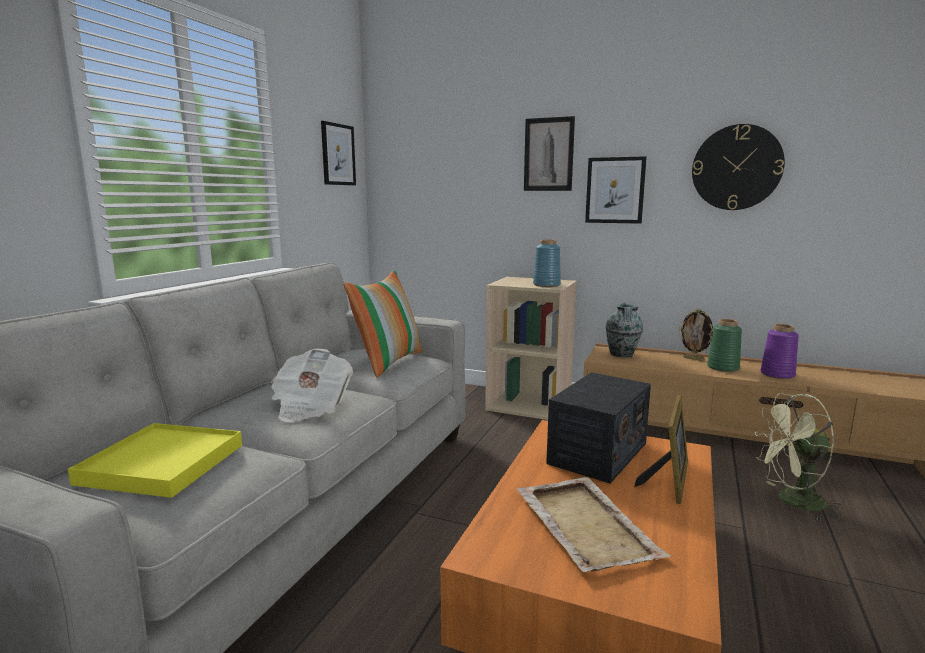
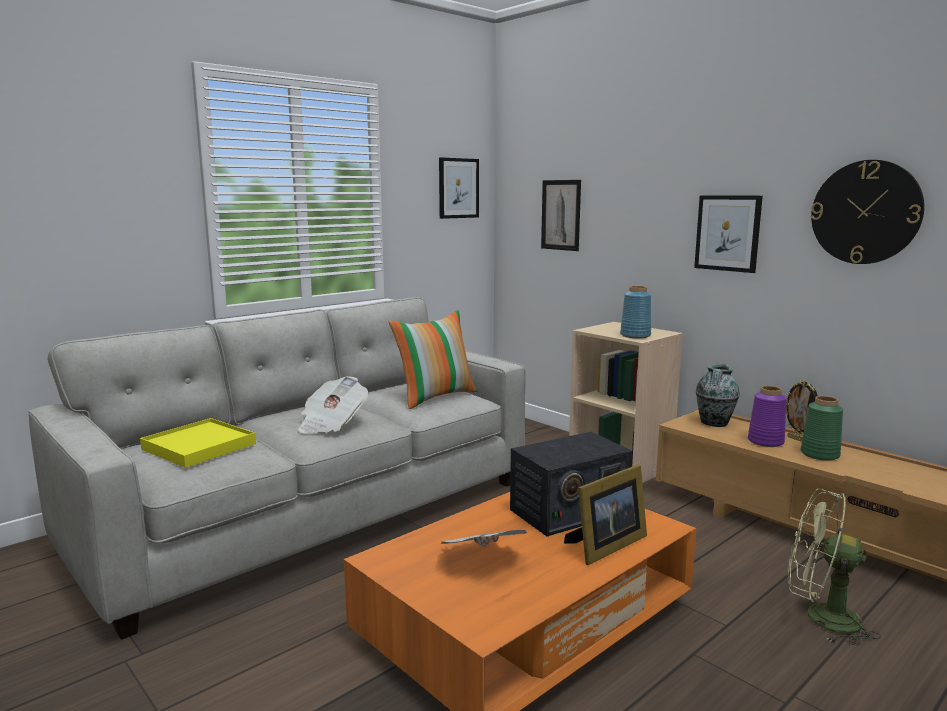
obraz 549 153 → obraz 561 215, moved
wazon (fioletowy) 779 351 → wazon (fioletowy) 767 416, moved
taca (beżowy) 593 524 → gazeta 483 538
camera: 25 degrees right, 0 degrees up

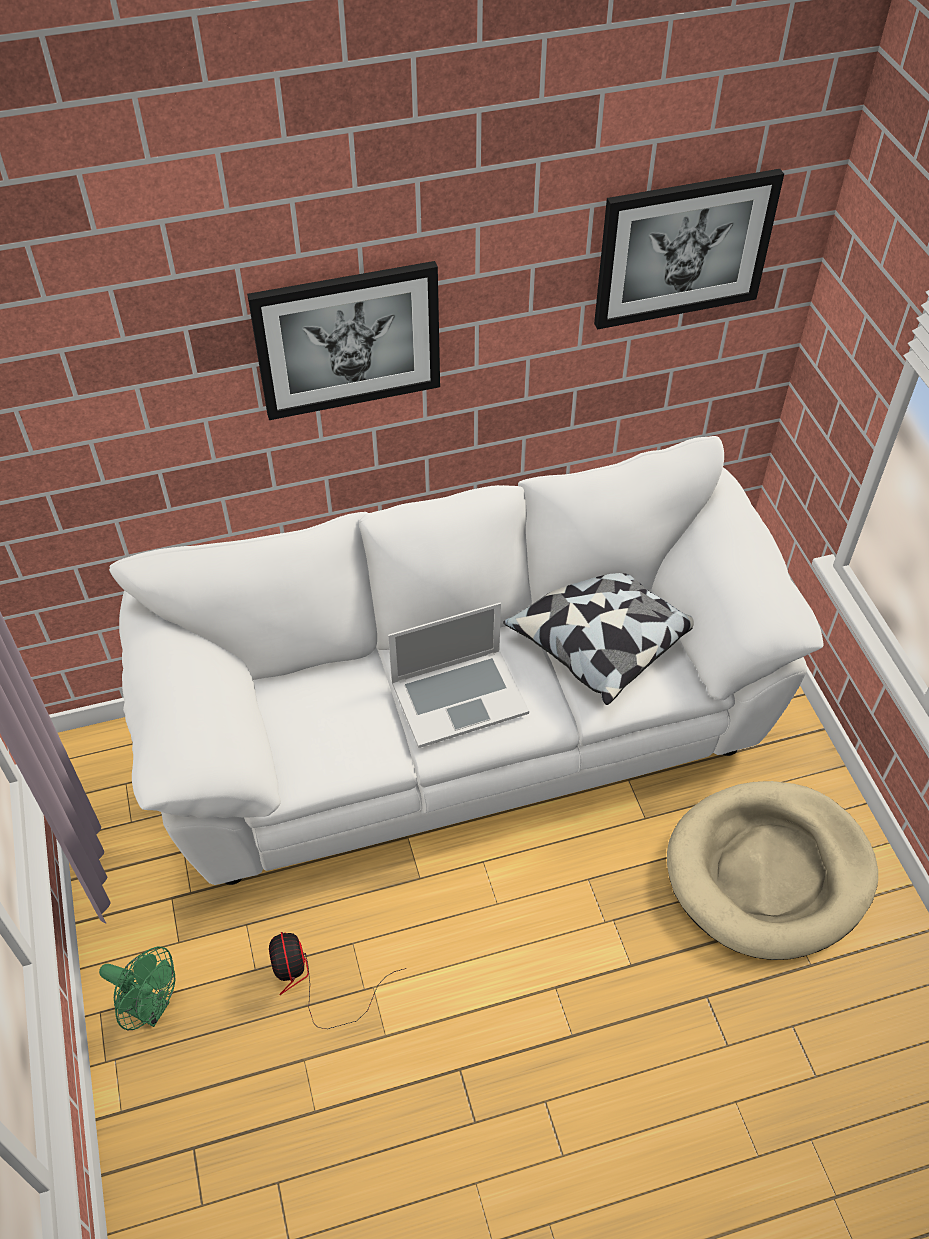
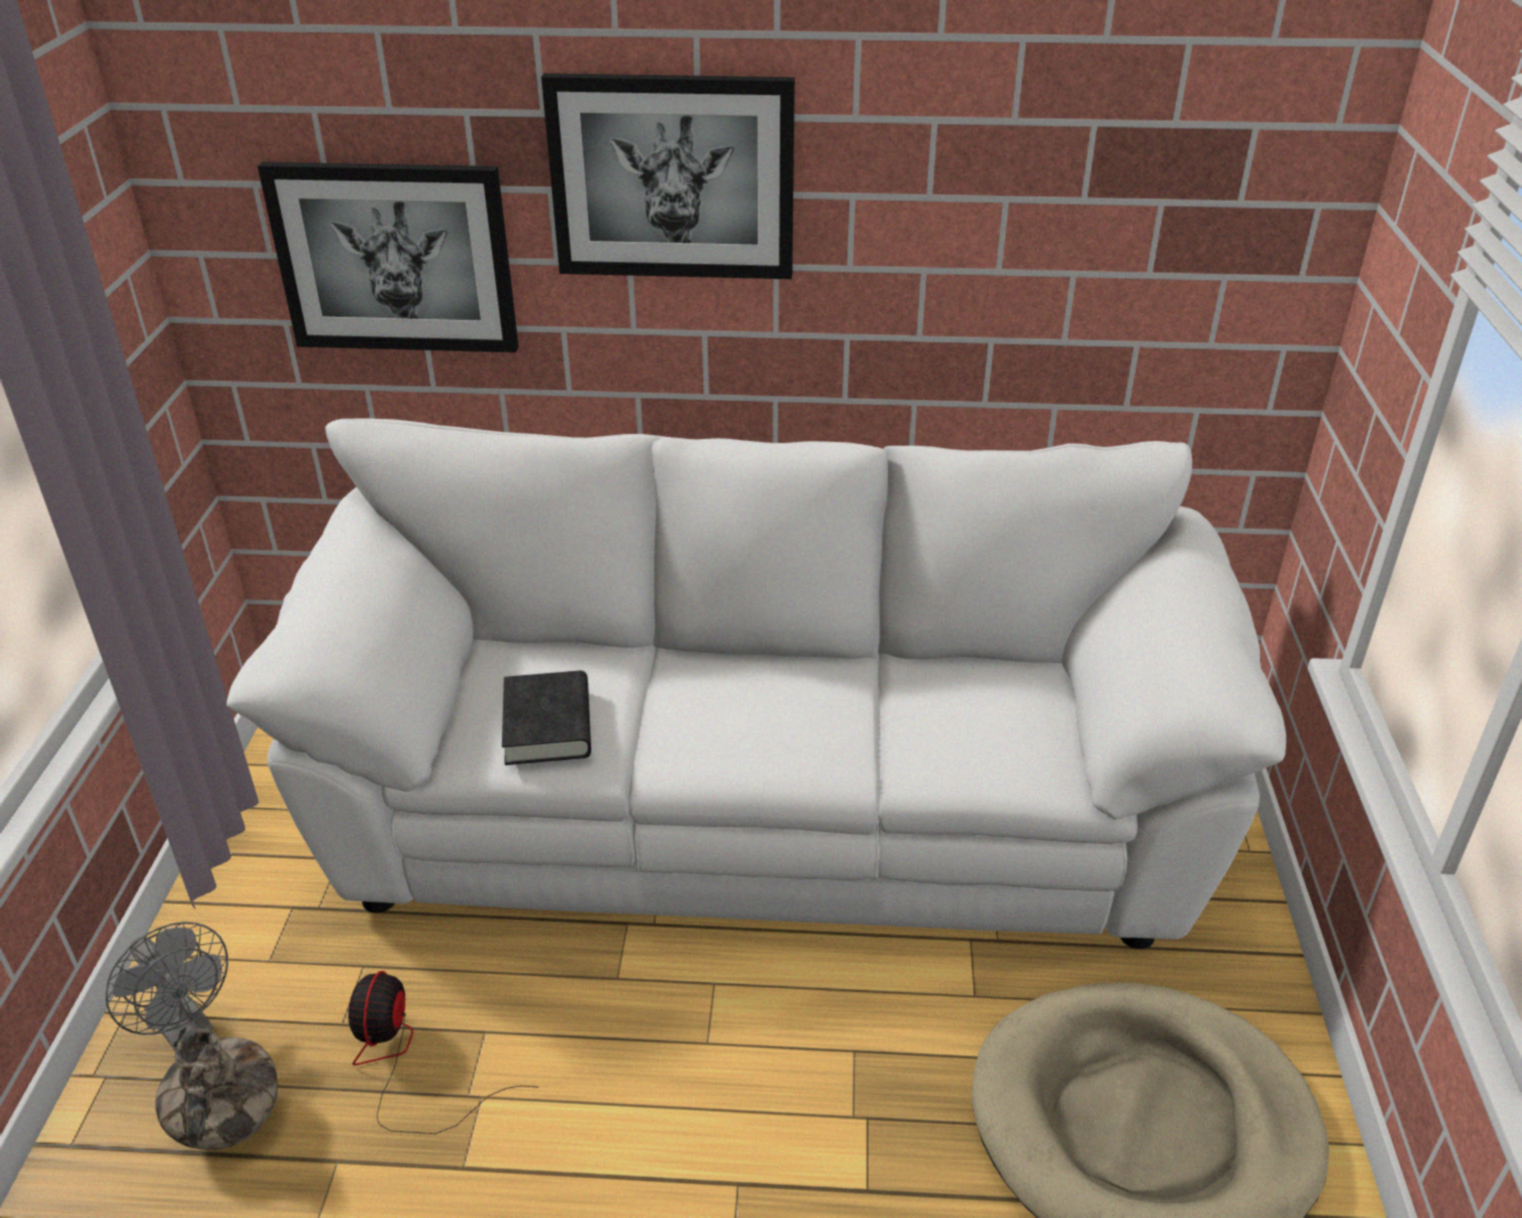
laptop 458 675 → -
poduszka 598 639 → -
- → wazon 216 1089
- → książka (czarny) 546 718
obraz 689 249 → obraz 388 257, moved
wentylator (zielony) 137 988 → wentylator (szary) 167 986
camera: 20 degrees right, 15 degrees down

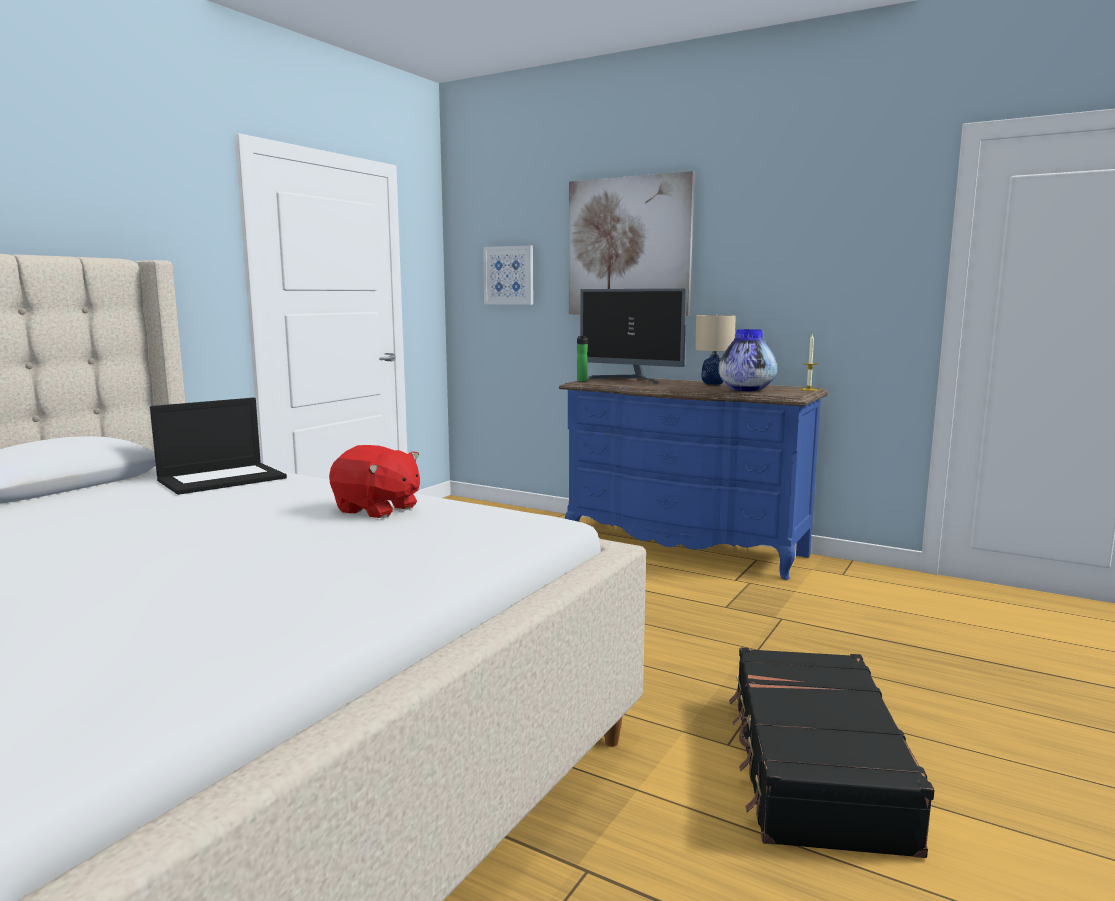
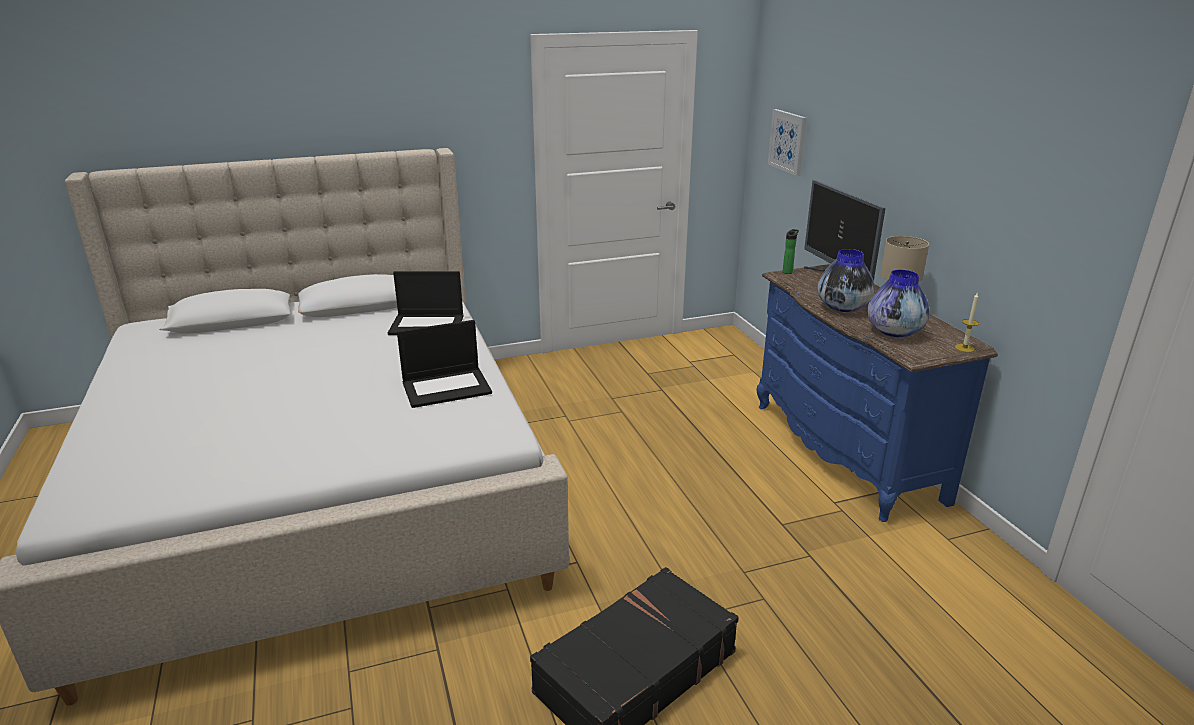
obraz 632 243 → -
- → wazon 846 280
pluszak (czerwony) 374 481 → laptop 444 364
camera: 40 degrees right, 15 degrees up

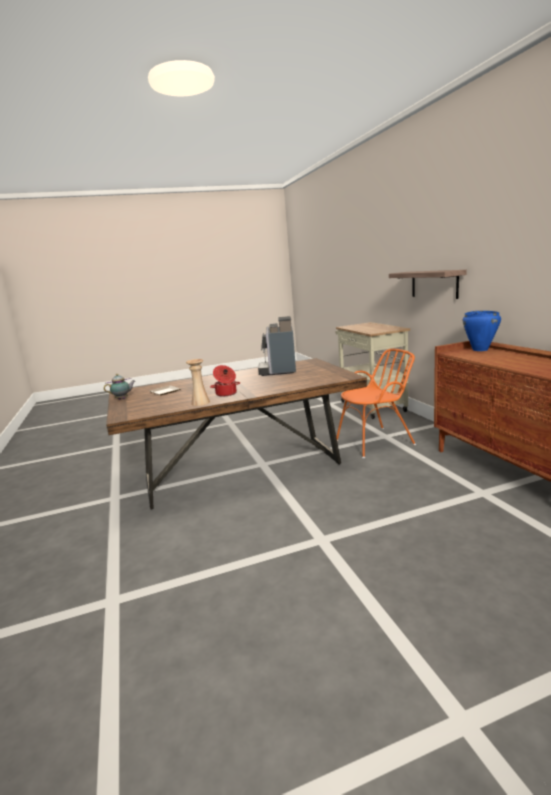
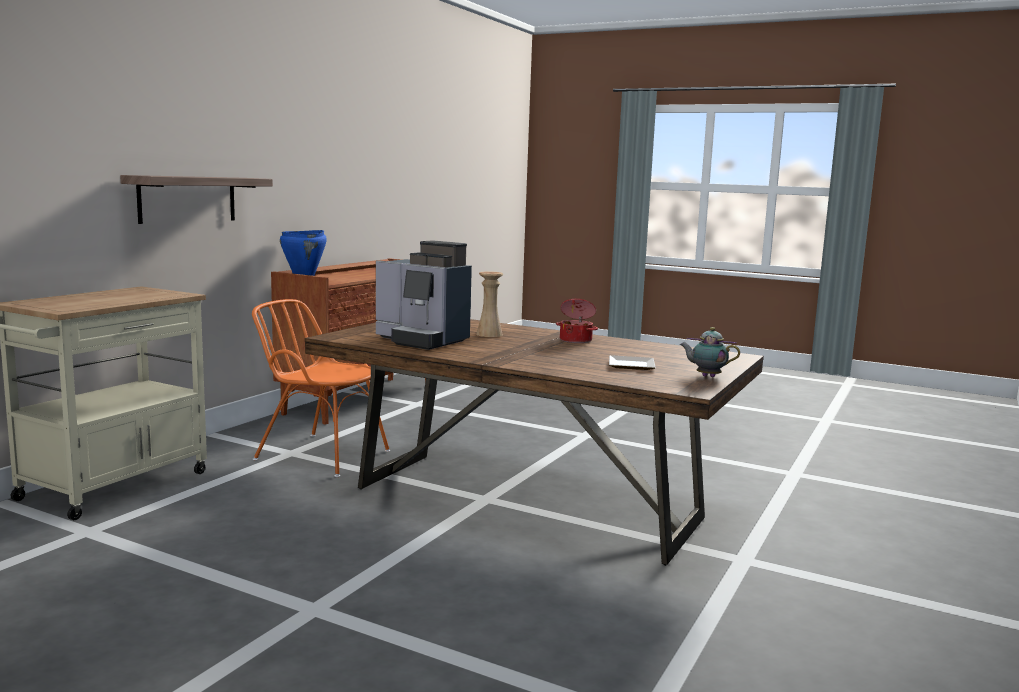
wazon (beżowy) 198 382 → wazon (beżowy) 489 304, moved
ekspres do kawy 277 346 → ekspres do kawy 424 295, 75 degrees clockwise
camera: 135 degrees left, 5 degrees down

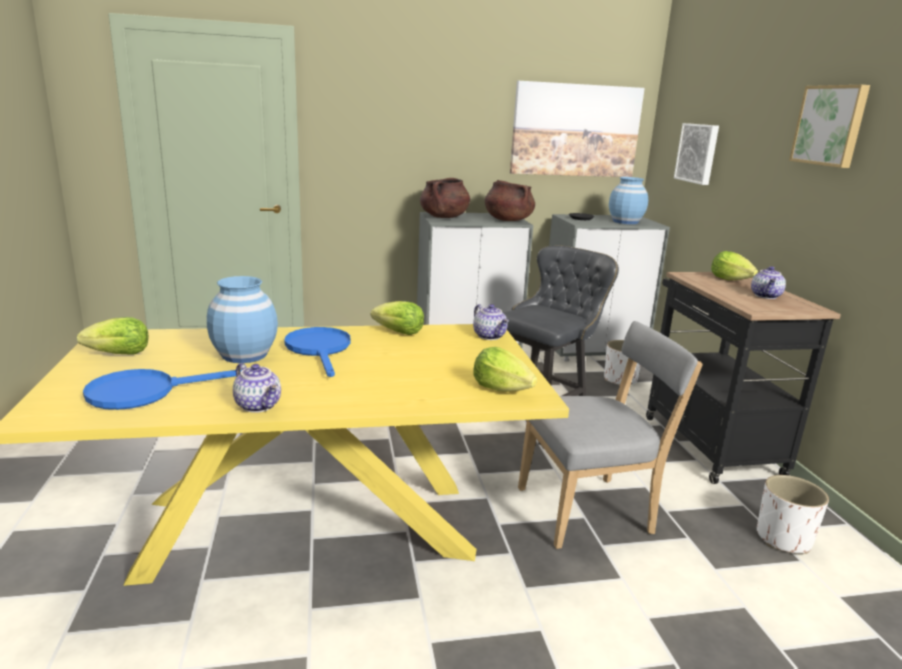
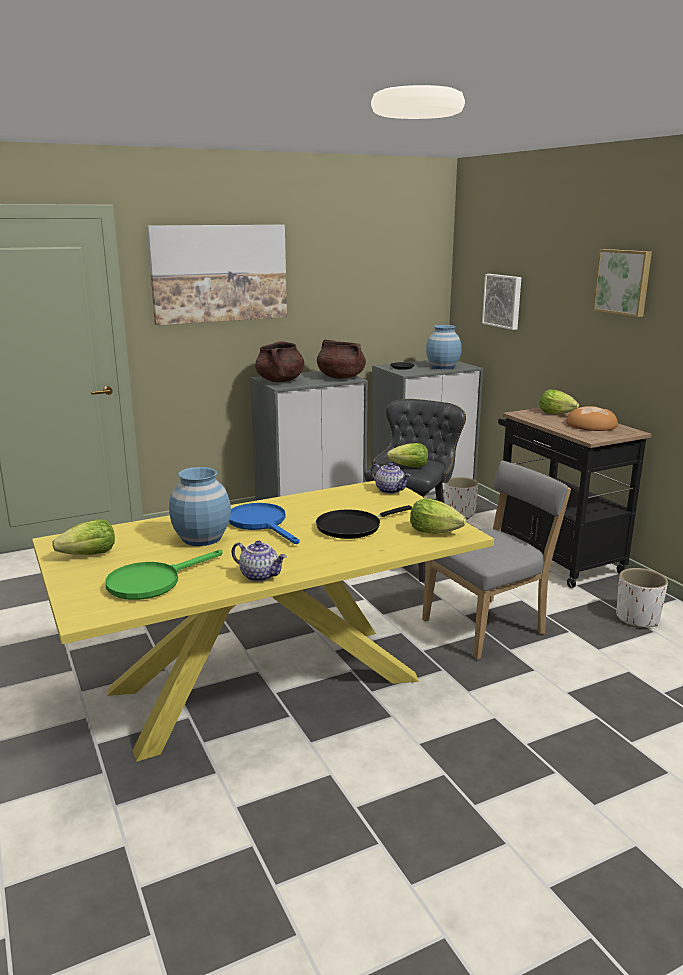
- → patelnia (czarny) 364 522
sałata 397 318 → sałata 407 455, moved
obraz 577 129 → obraz 217 275, moved
imbryk 768 282 → chleb 592 418
patelnia (niebieski) 162 389 → patelnia (zielony) 163 575
camera: 15 degrees left, 0 degrees up

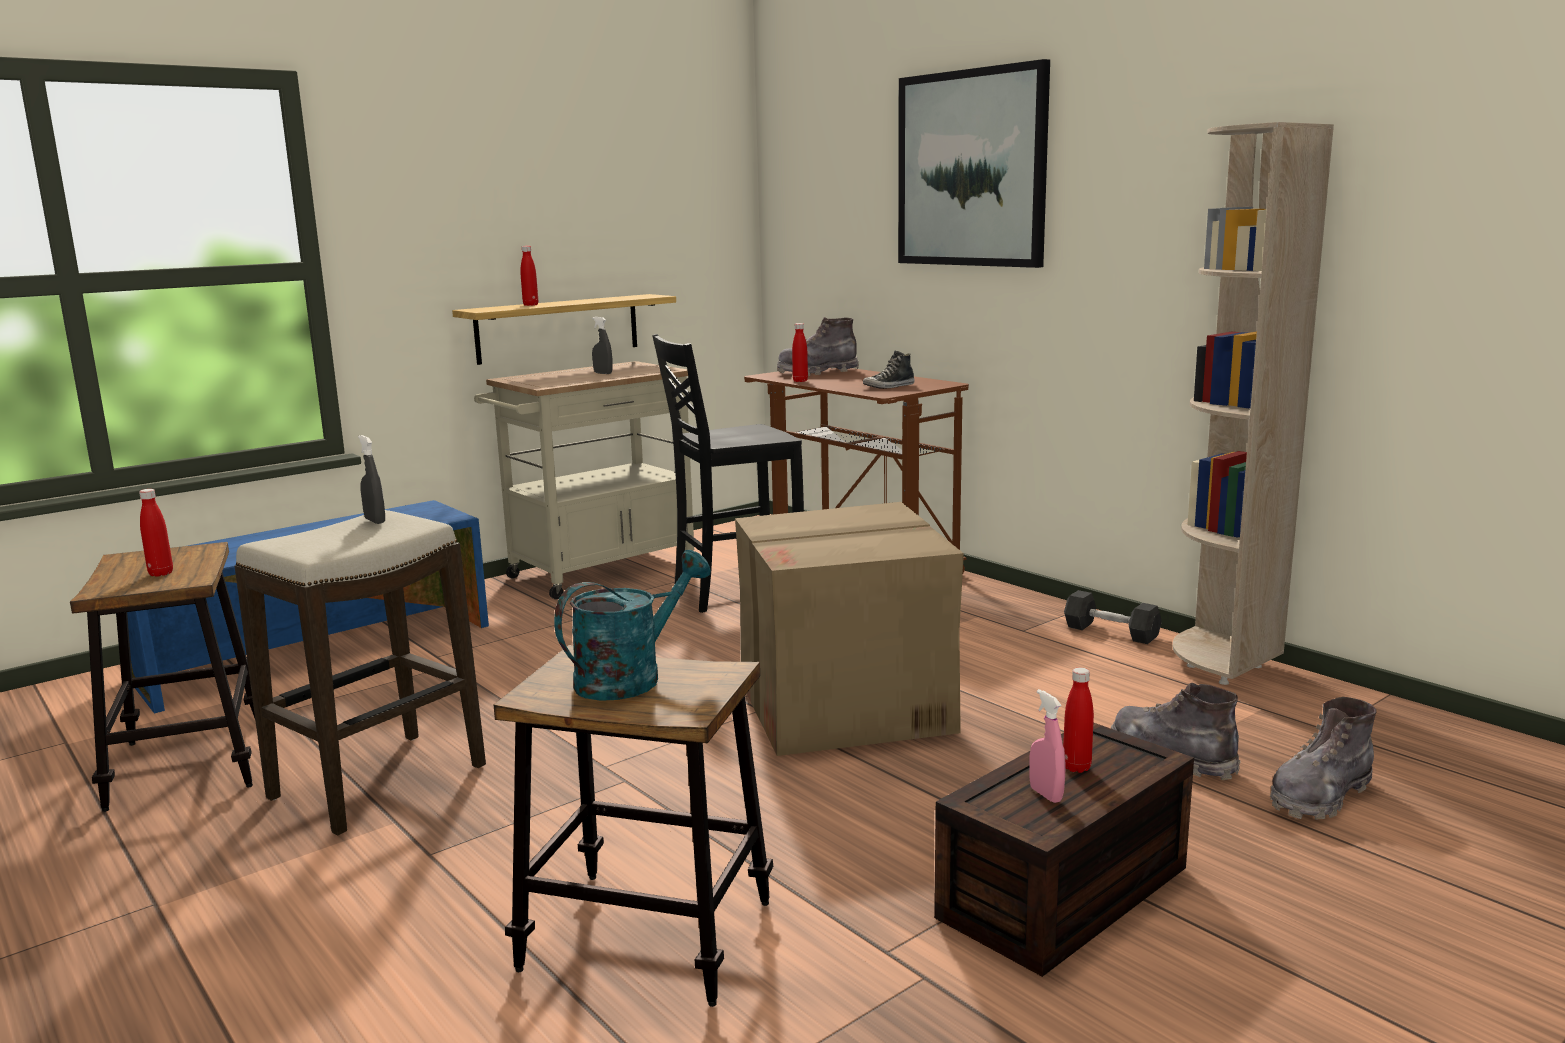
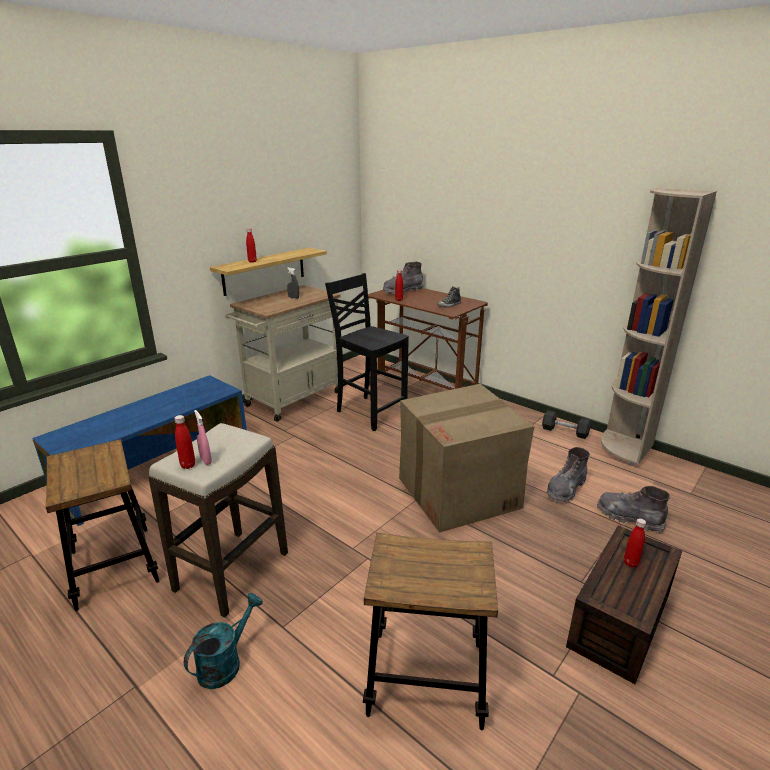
spryskiwacz (szary) 371 479 → -
obraz 974 163 → -
butelka (czerwony) 156 533 → butelka (czerwony) 184 442, moved
konewka (turkusowy) 632 625 → konewka (turkusowy) 223 641, moved
spryskiwacz (różowy) 1047 746 → spryskiwacz (różowy) 203 437, moved
but z cholewką (szary) 1323 758 → but z cholewką (szary) 568 475, moved
krzesło (czarny) 728 473 → krzesło (czarny) 367 352, 75 degrees clockwise
camera: 10 degrees left, 10 degrees up

